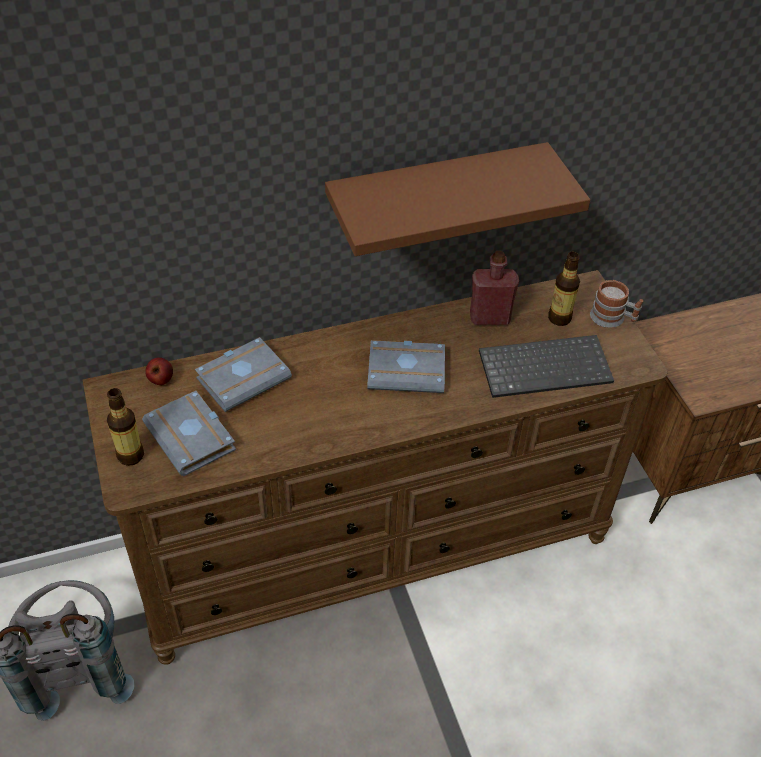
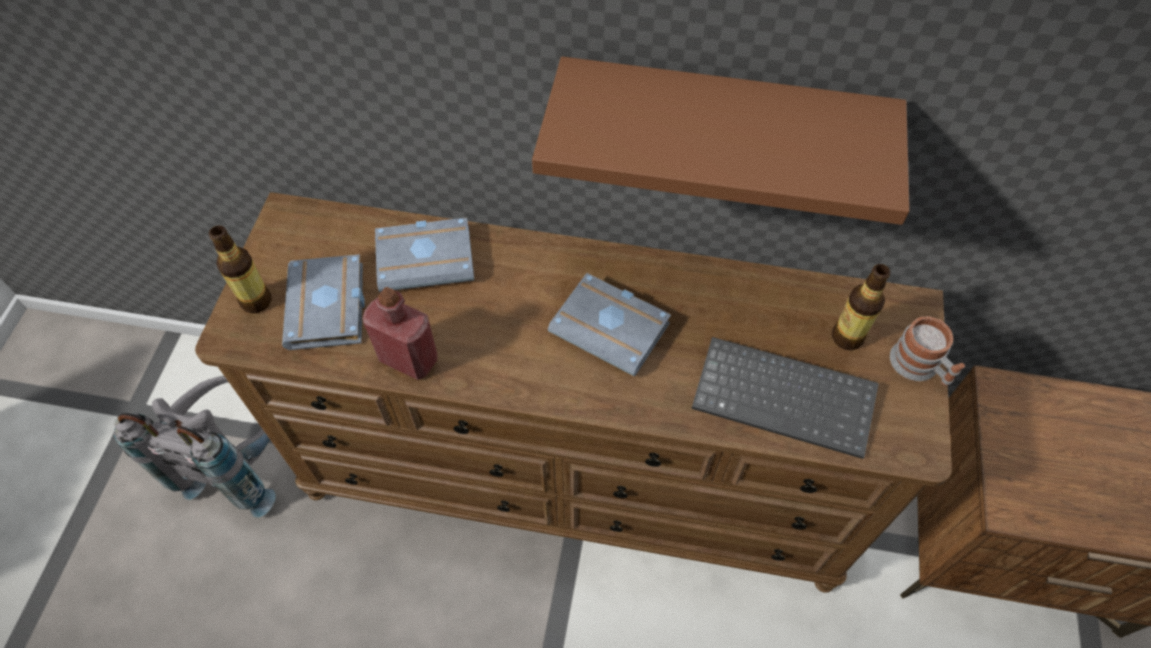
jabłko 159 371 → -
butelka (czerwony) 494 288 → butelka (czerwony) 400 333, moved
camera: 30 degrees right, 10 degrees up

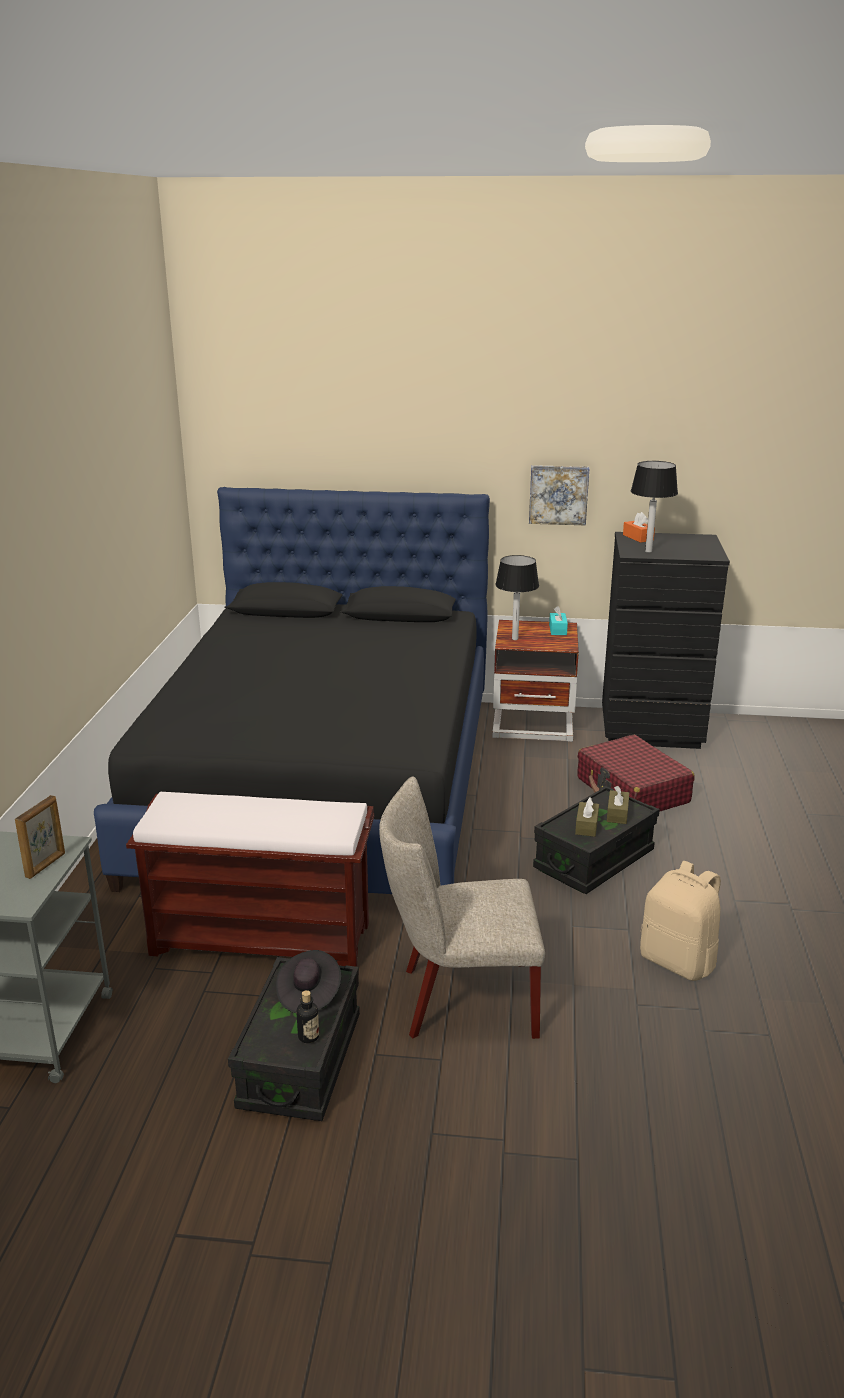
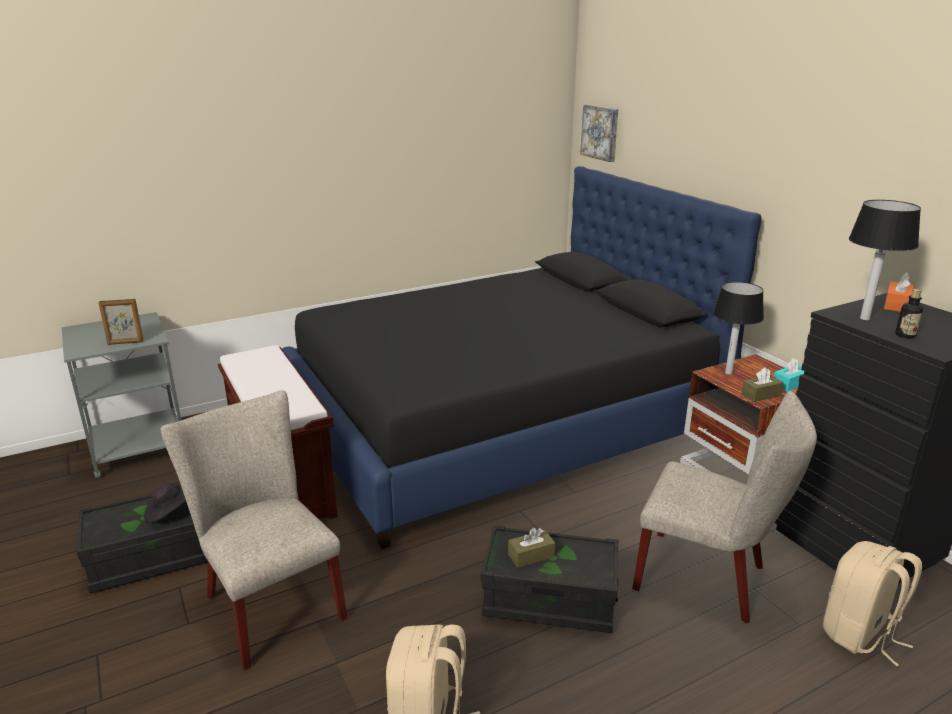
- → plecak (beżowy) 872 603
butelka 307 1016 → butelka 909 314, moved
obraz 559 495 → obraz 599 133, moved
pudełko chusteczek (brązowy) 618 805 → pudełko chusteczek (brązowy) 762 384, moved
walizka (czerwony) 635 773 → krzesło (beżowy) 724 506
camera: 55 degrees right, 0 degrees up

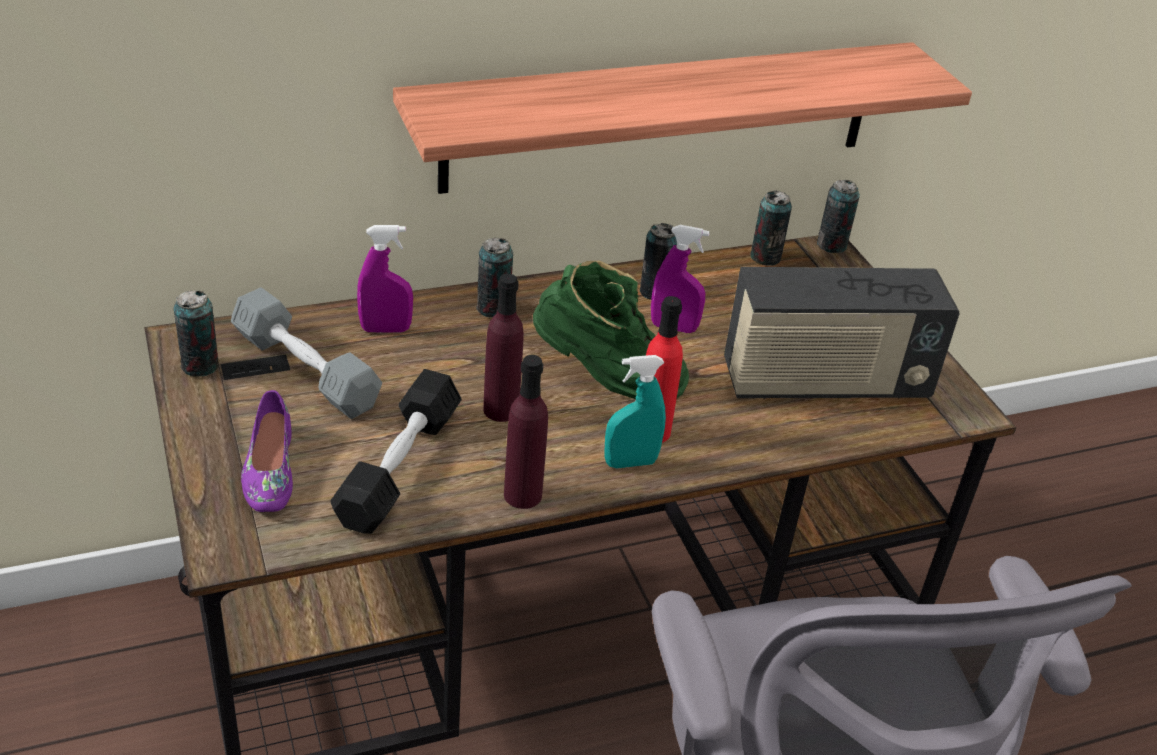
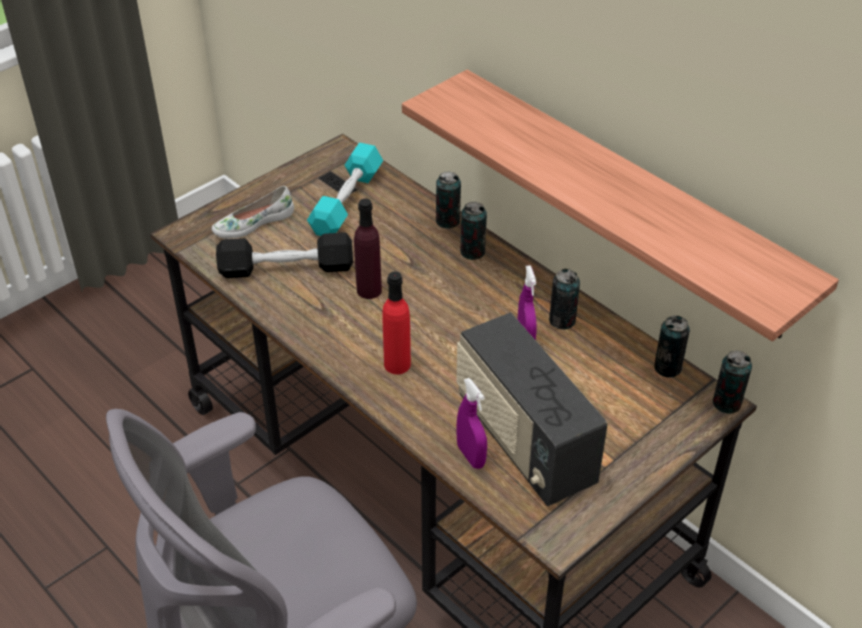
butelka (fioletowy) 526 432 → -
but z cholewką (zielony) 611 330 → -
spryskiwacz (turkusowy) 635 411 → -
puszka 196 333 → puszka 448 200, moved
spryskiwacz (fioletowy) 385 279 → spryskiwacz (fioletowy) 472 423, moved
hantel (szary) 306 353 → hantel (turkusowy) 345 189
but (fioletowy) 267 451 → but (biały) 253 212
camera: 70 degrees right, 5 degrees up

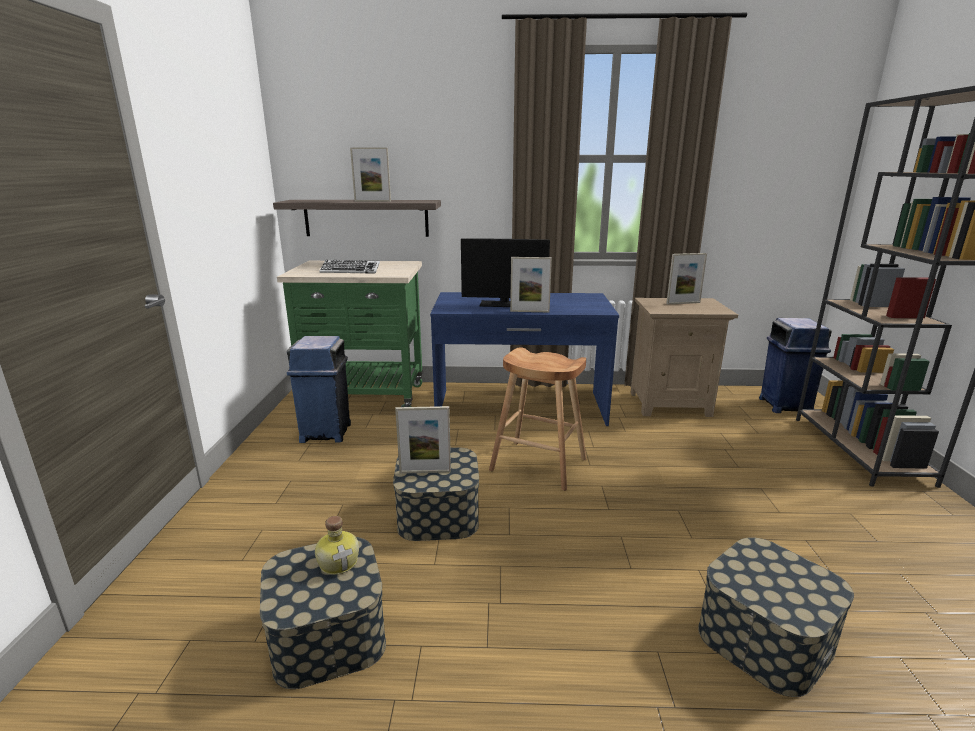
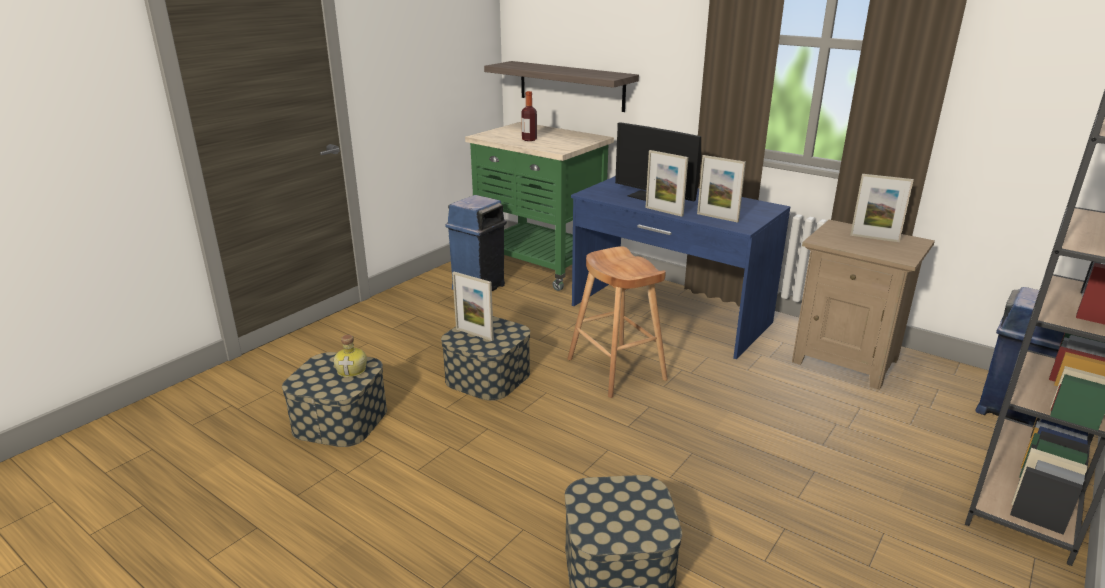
ramka na zdjęcie 370 175 → ramka na zdjęcie 721 189, moved
klawiatura 349 267 → butelka 529 116
camera: 35 degrees right, 5 degrees up

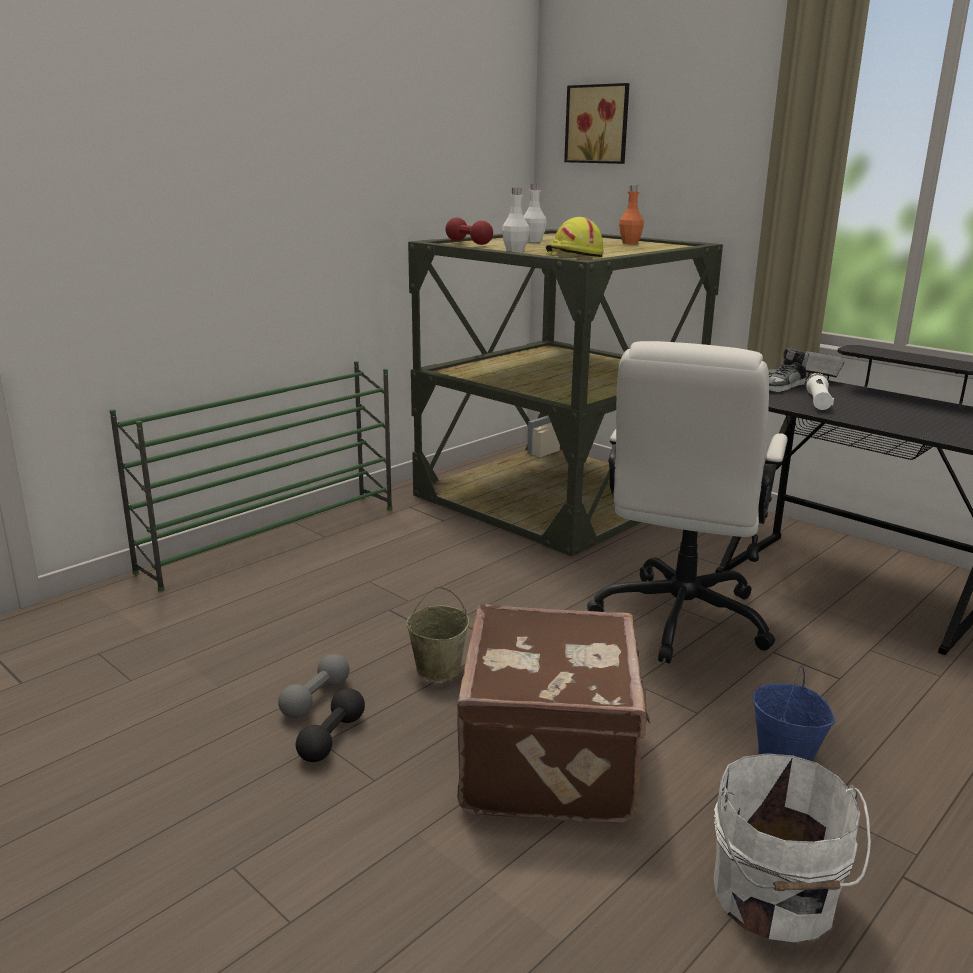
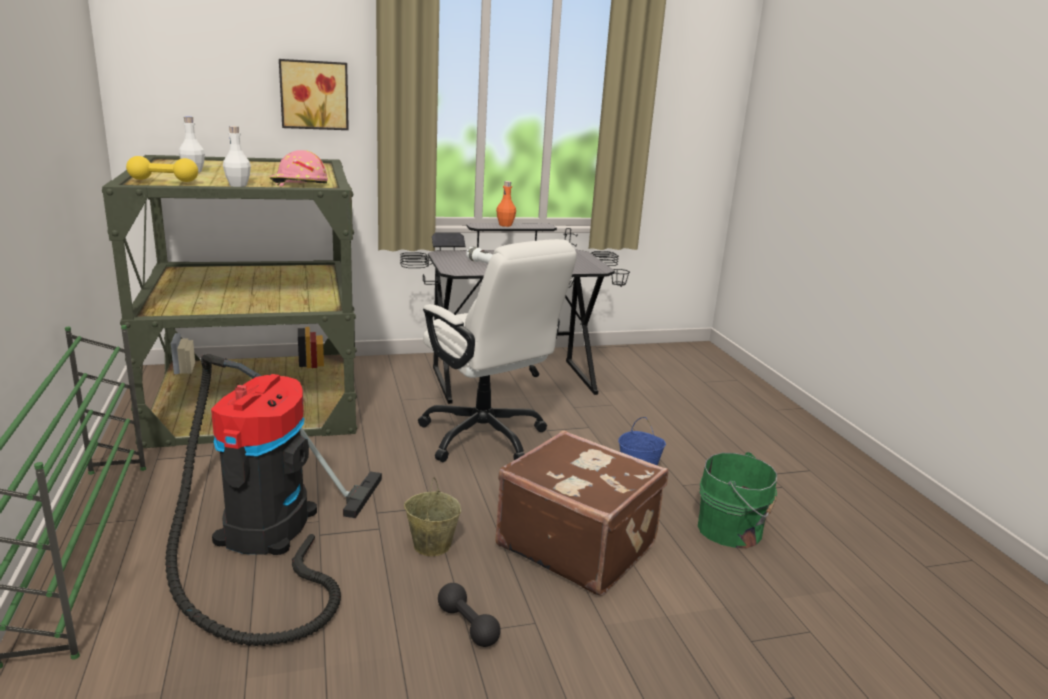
hantel (szary) 314 686 → -
but 789 370 → -
- → odkurzacz 273 500
obraz 597 123 → obraz 314 94, moved
butelka (pomarańczowy) 631 214 → butelka (pomarańczowy) 506 204, moved
hantel (czerwony) 469 231 → hantel (żółty) 162 169
kask (żółty) 574 237 → kask (różowy) 298 168
wiadro (biały) 792 847 → wiadro (zielony) 737 500
camera: 60 degrees left, 0 degrees up

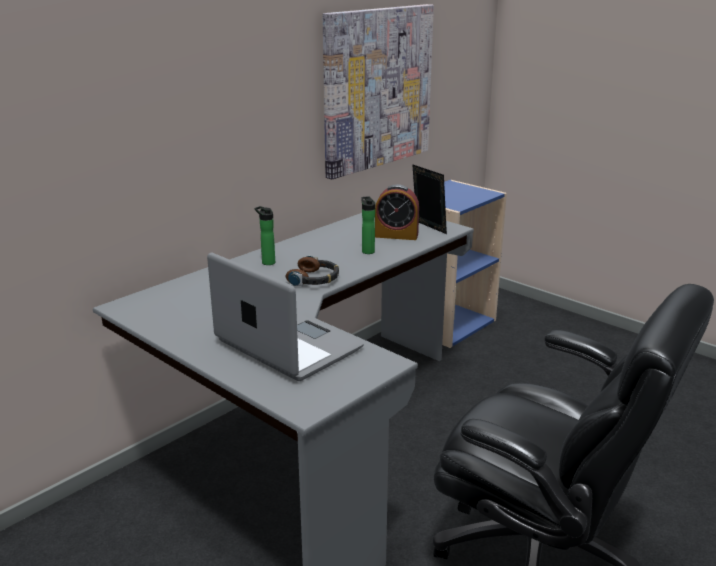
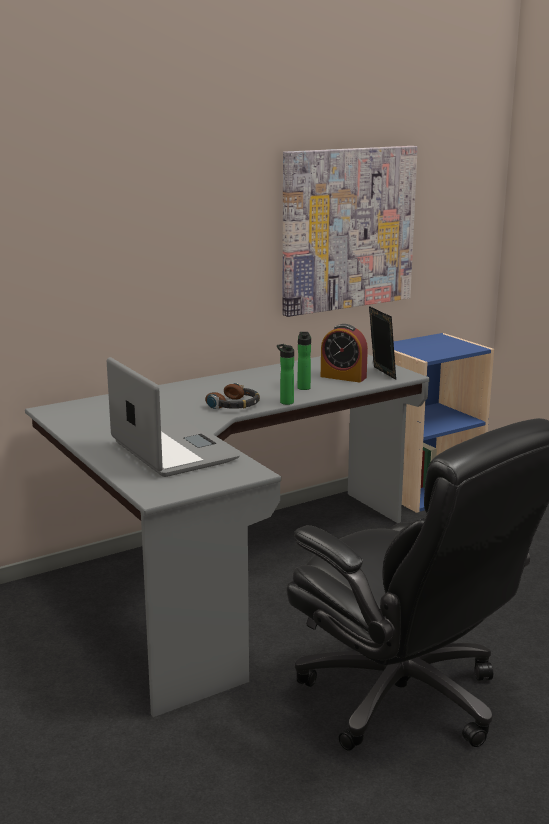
butelka 265 235 → butelka 285 374, moved
camera: 15 degrees right, 5 degrees down

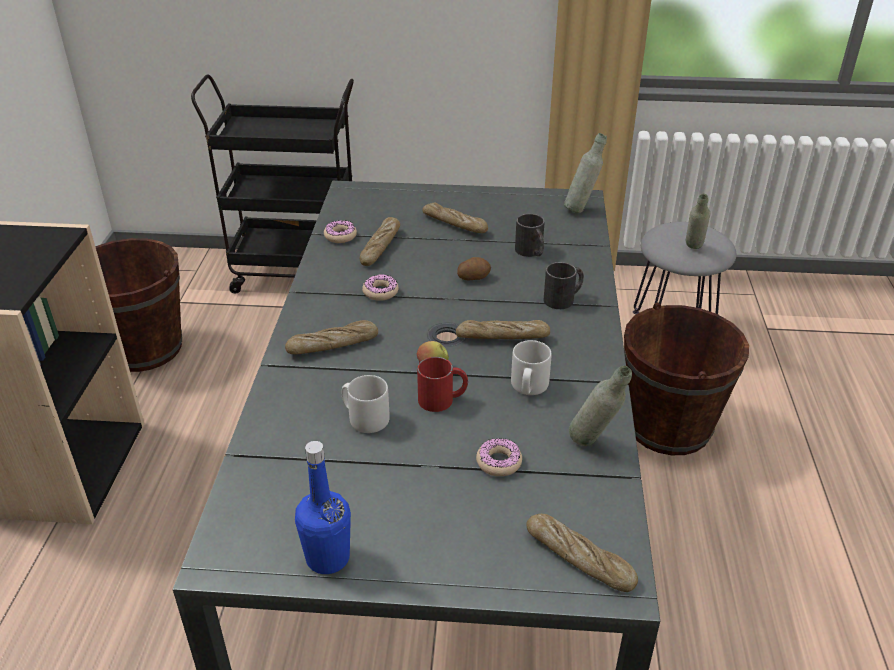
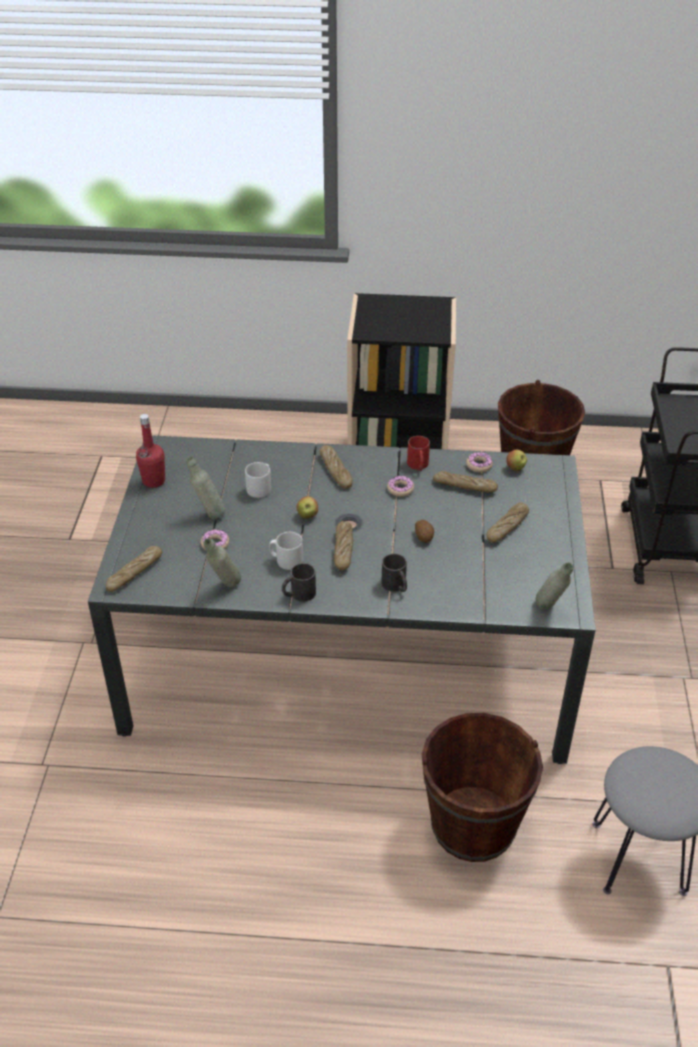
- → jabłko 516 460
kubek (czerwony) 442 384 → kubek (czerwony) 418 453, moved
kubek (czarny) 530 235 → kubek (czarny) 299 582, moved
butelka (szary) 698 221 → butelka (szary) 205 488, moved
butelka (niebieski) 323 507 → butelka (czerwony) 150 451
camera: 90 degrees right, 5 degrees up

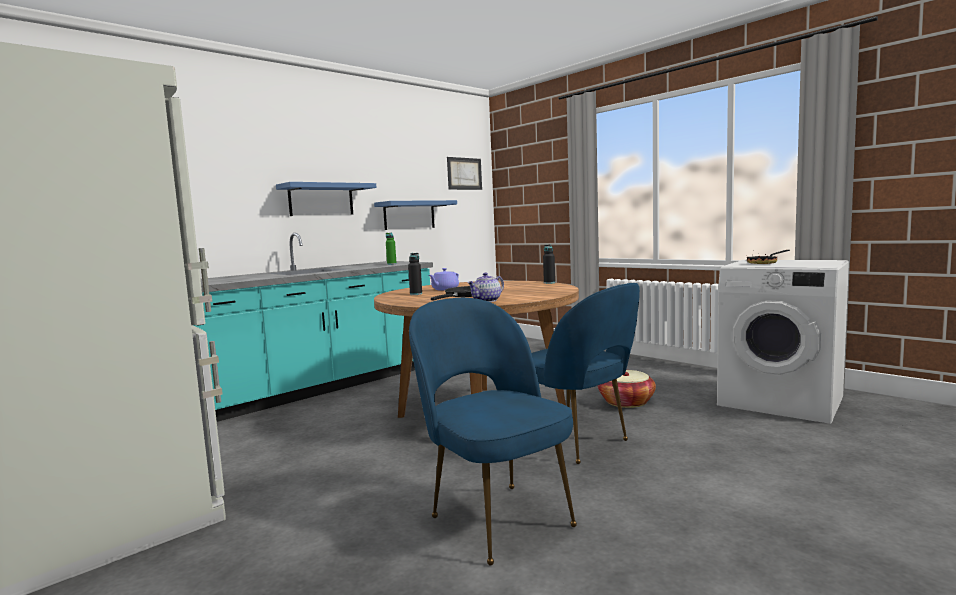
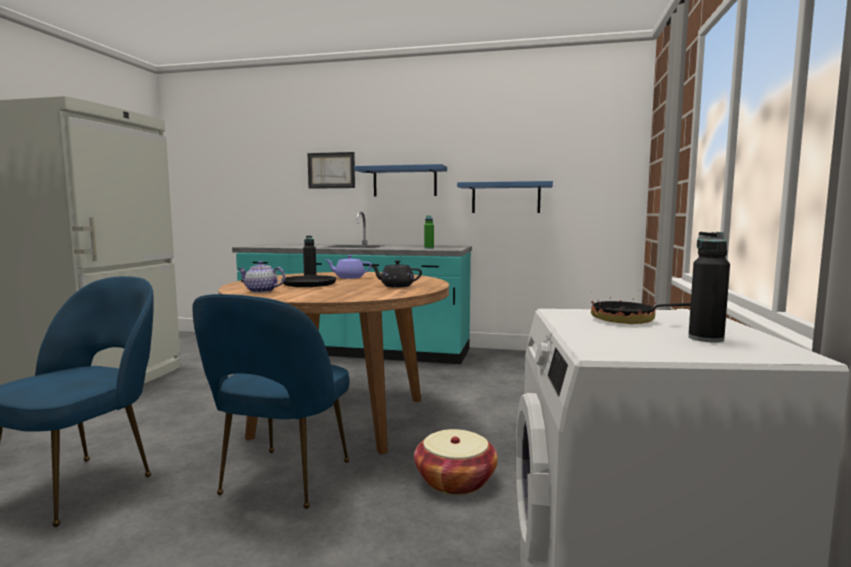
- → imbryk (czarny) 396 274
obraz 464 173 → obraz 331 170, moved
butelka (czarny) 549 264 → butelka (czarny) 709 287, moved
camera: 55 degrees right, 0 degrees up

